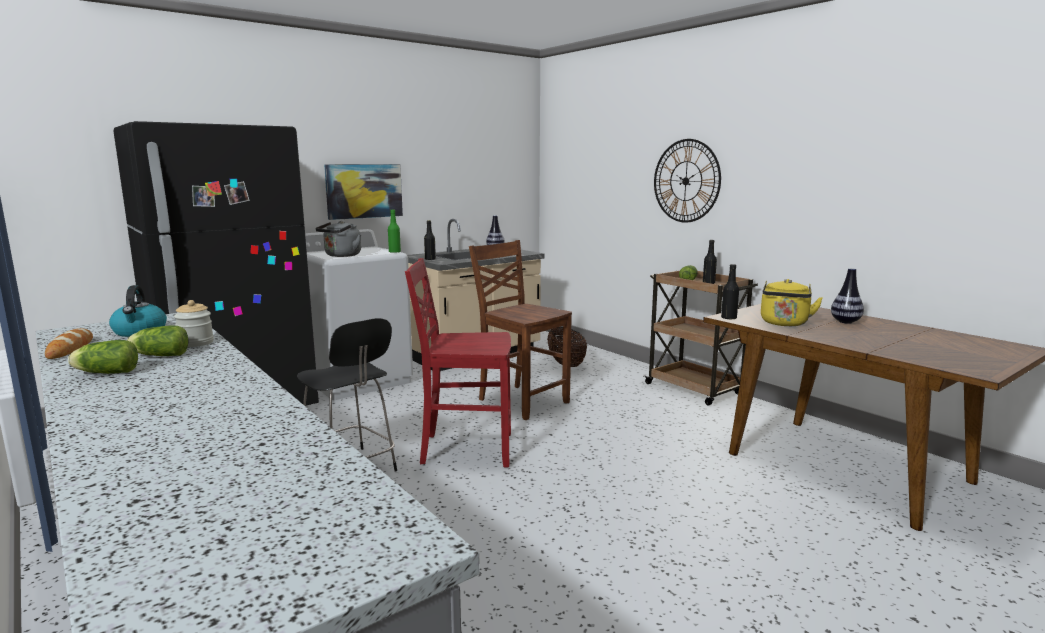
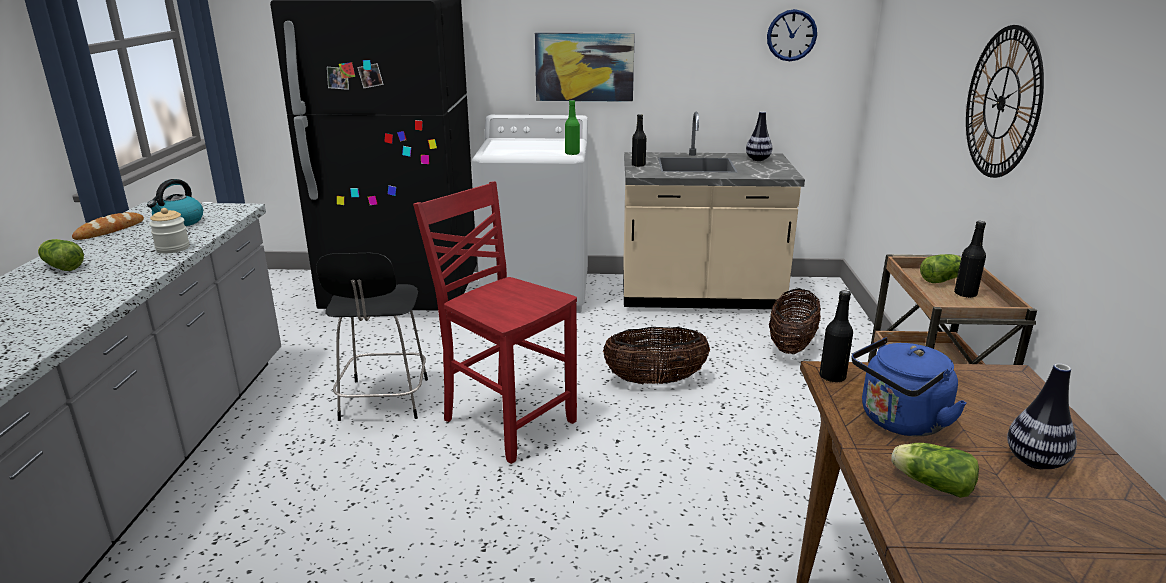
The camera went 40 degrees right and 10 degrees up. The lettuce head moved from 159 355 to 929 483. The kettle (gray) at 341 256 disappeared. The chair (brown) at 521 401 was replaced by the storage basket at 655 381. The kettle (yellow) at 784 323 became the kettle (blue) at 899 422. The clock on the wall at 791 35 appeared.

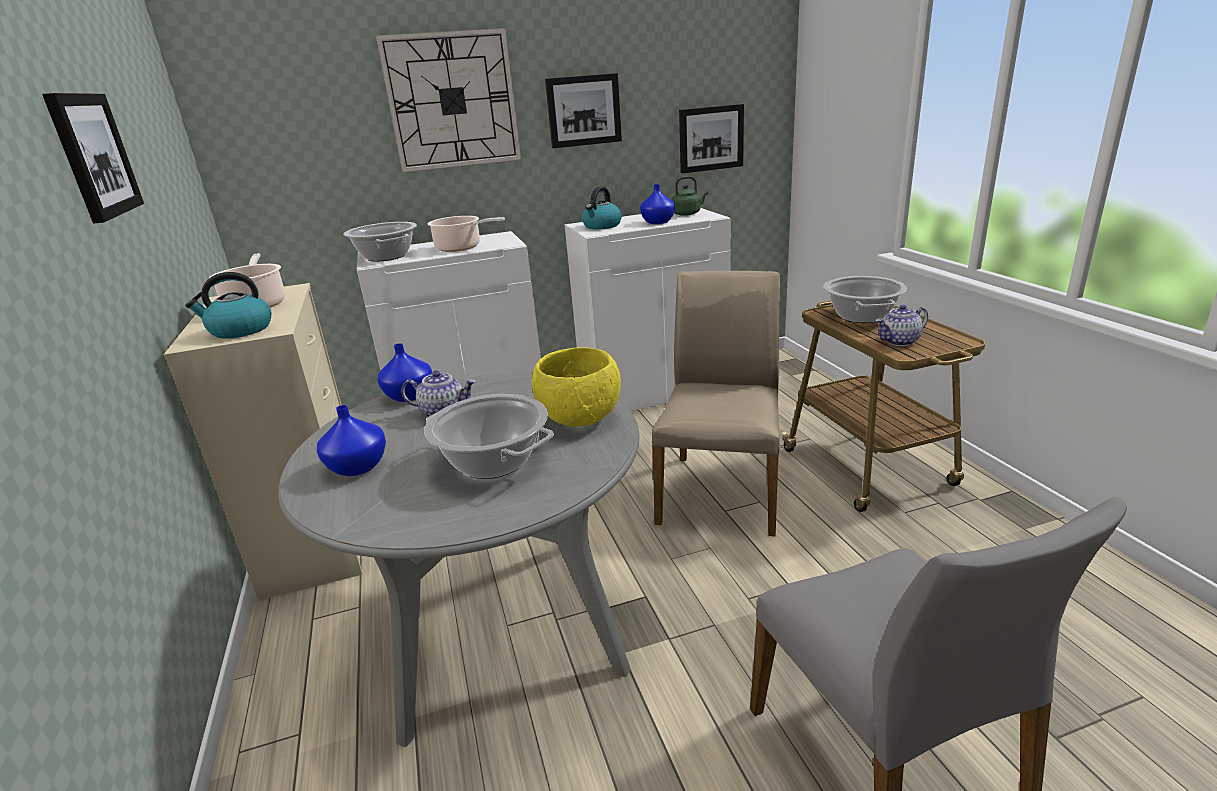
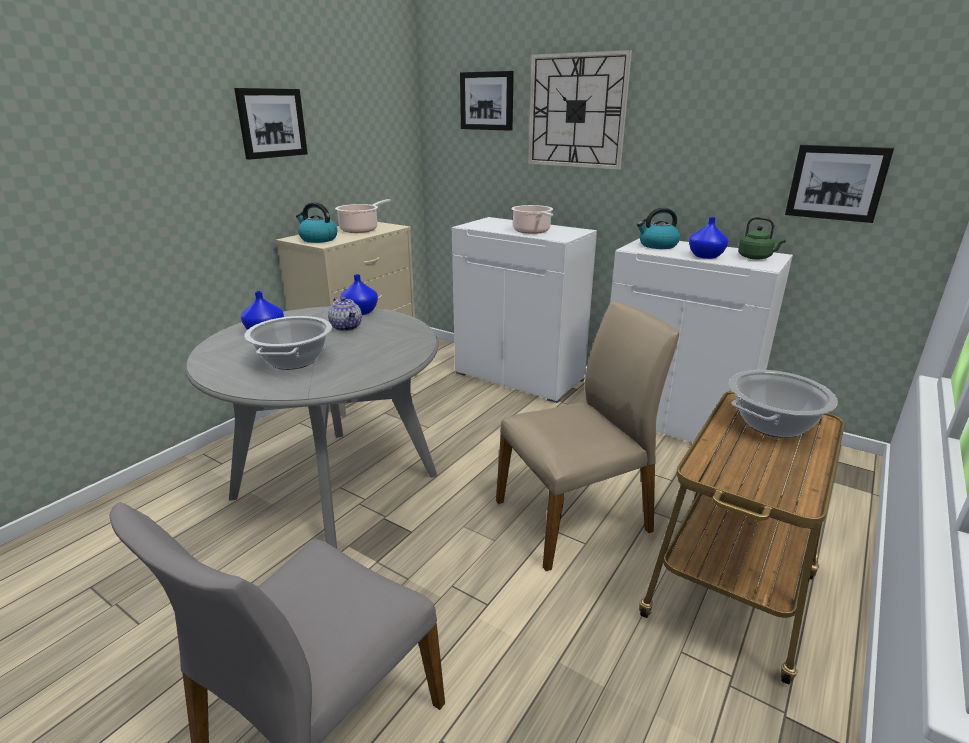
The camera went 50 degrees right and 0 degrees up. The cooking pot at 386 257 disappeared. The bowl (yellow) at 579 419 disappeared. The wall picture moved from 583 110 to 487 101. The teapot at 899 341 disappeared.

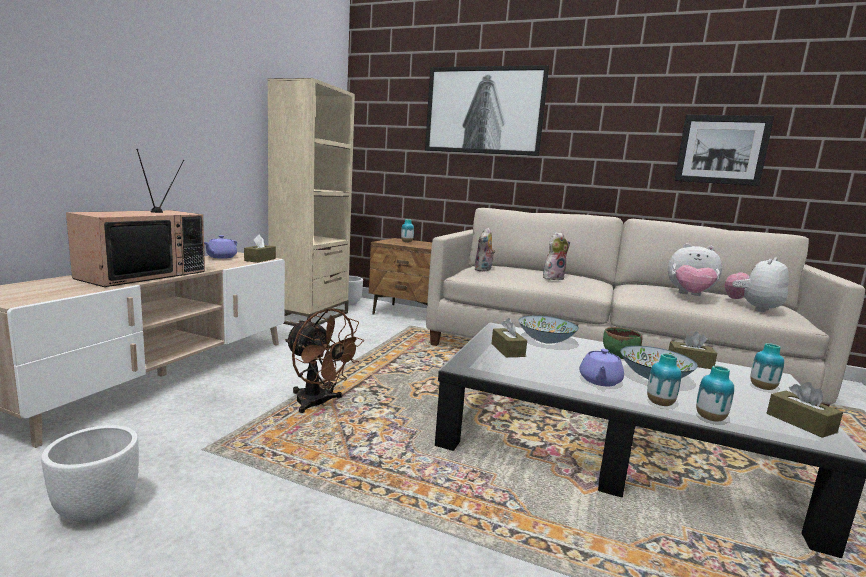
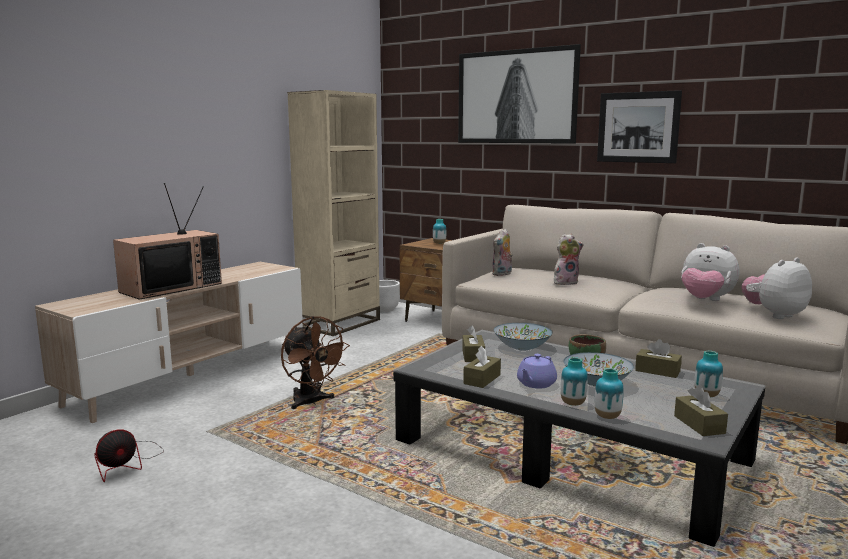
The camera went 15 degrees right and 0 degrees up. The planter (whitish) at 97 509 was replaced by the fan at 127 463. The teapot (purplish) at 221 257 disappeared. The tissue box (brown) moved from 260 259 to 482 379. The wall picture moved from 721 149 to 638 127.

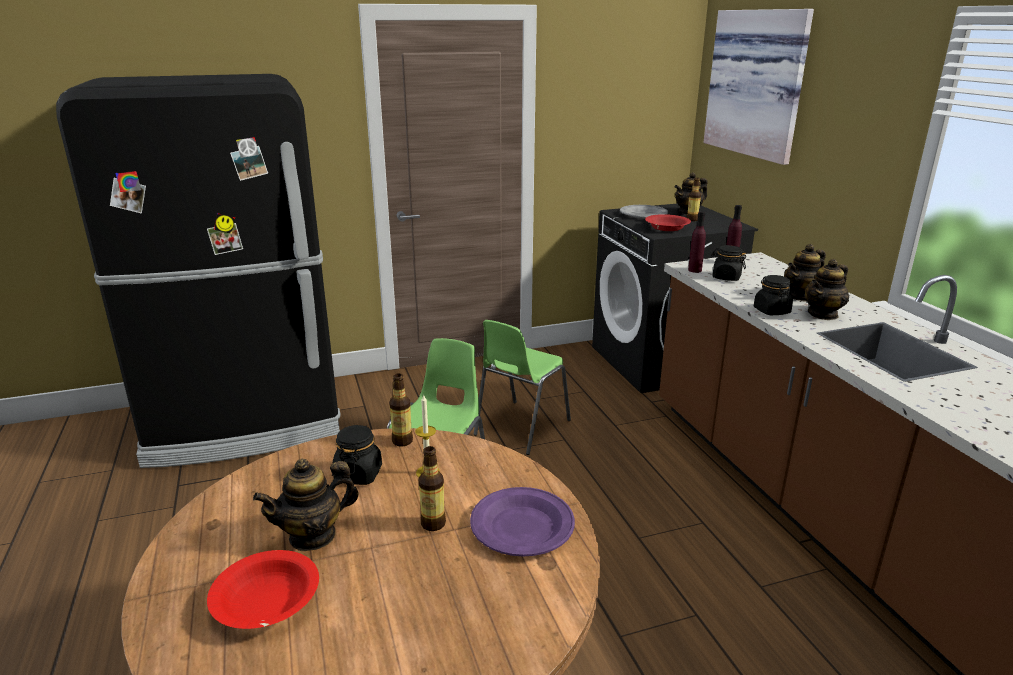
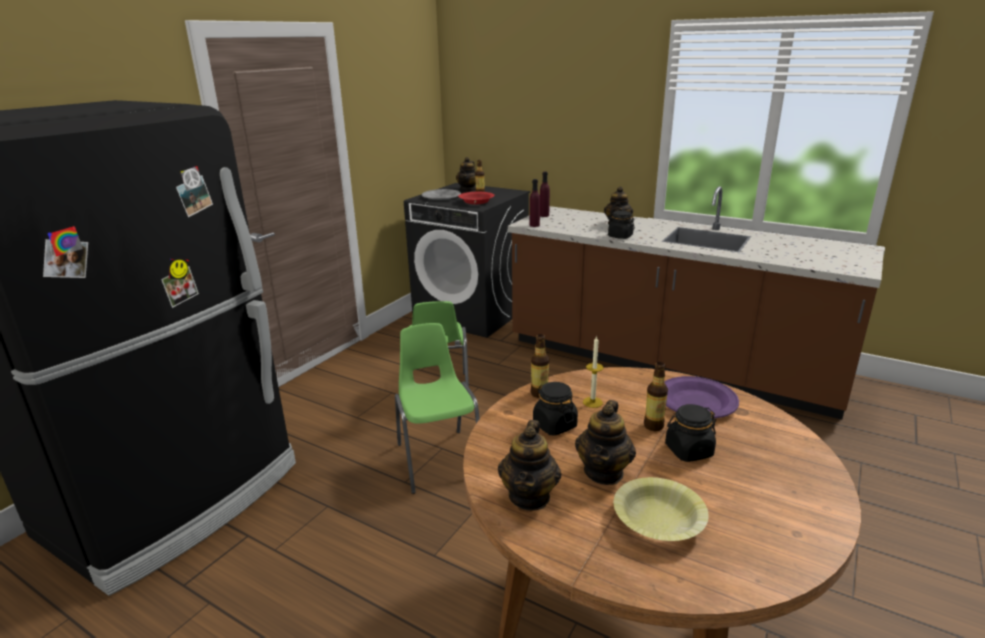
The camera went 40 degrees left and 0 degrees up. The bowl (red-coloured) at 266 602 became the bowl (yellow) at 658 521. The wall picture at 758 83 disappeared. The preserve jar (blackish) moved from 726 277 to 688 451. The teapot moved from 823 314 to 529 496.

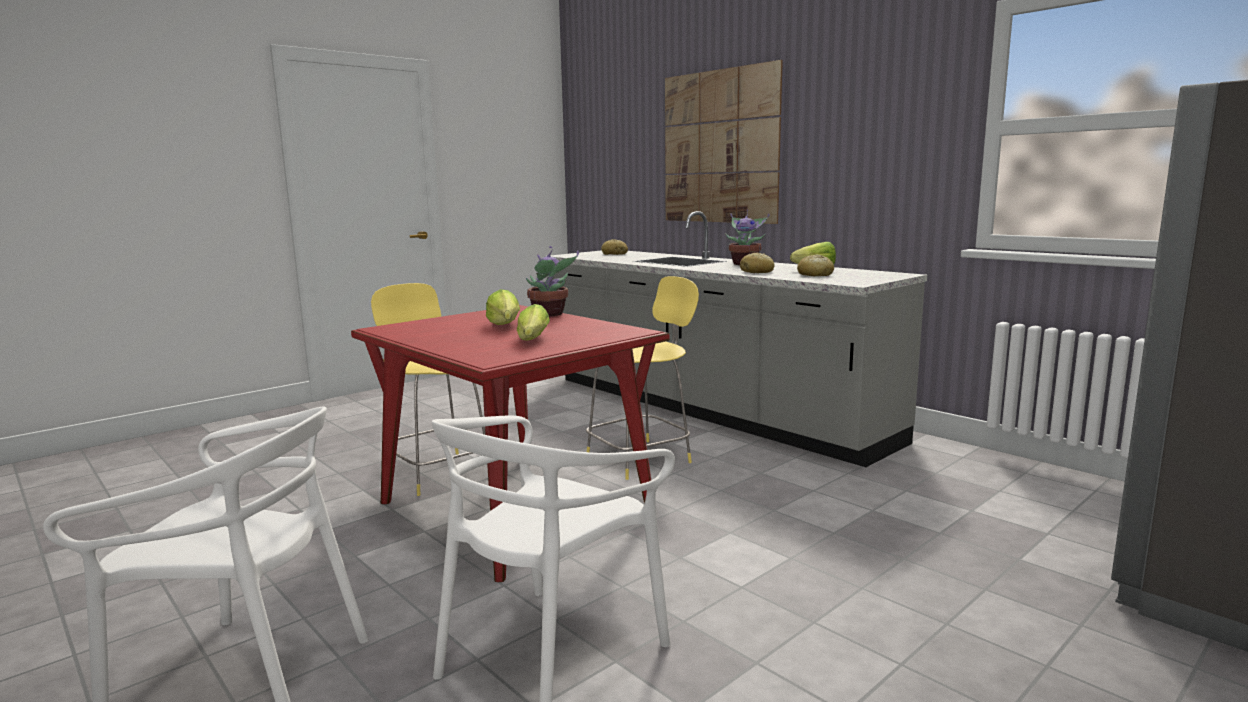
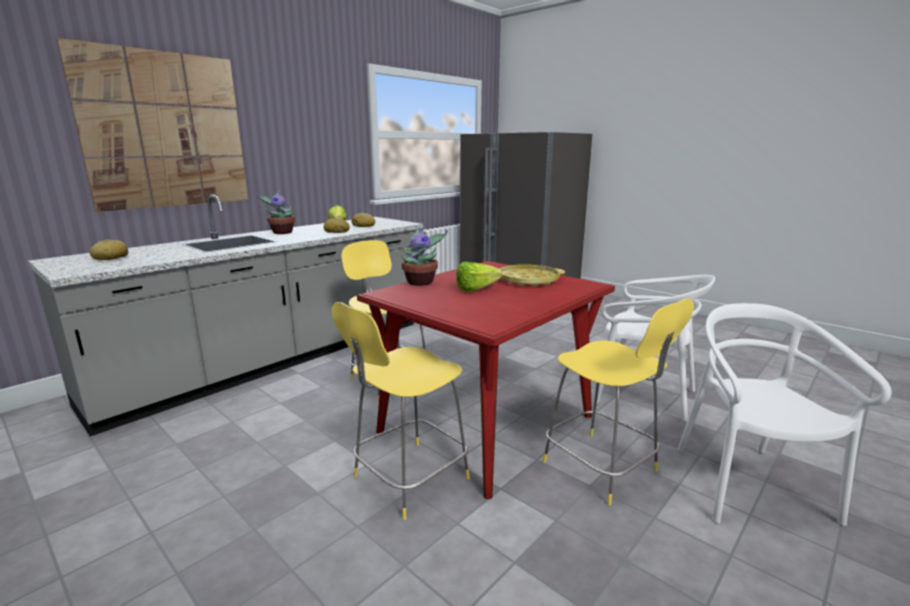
The camera went 95 degrees left and 5 degrees up. The lettuce head at 532 341 was replaced by the serving tray (yellow) at 528 280. The sitting stool (yellow) at 602 468 appeared.

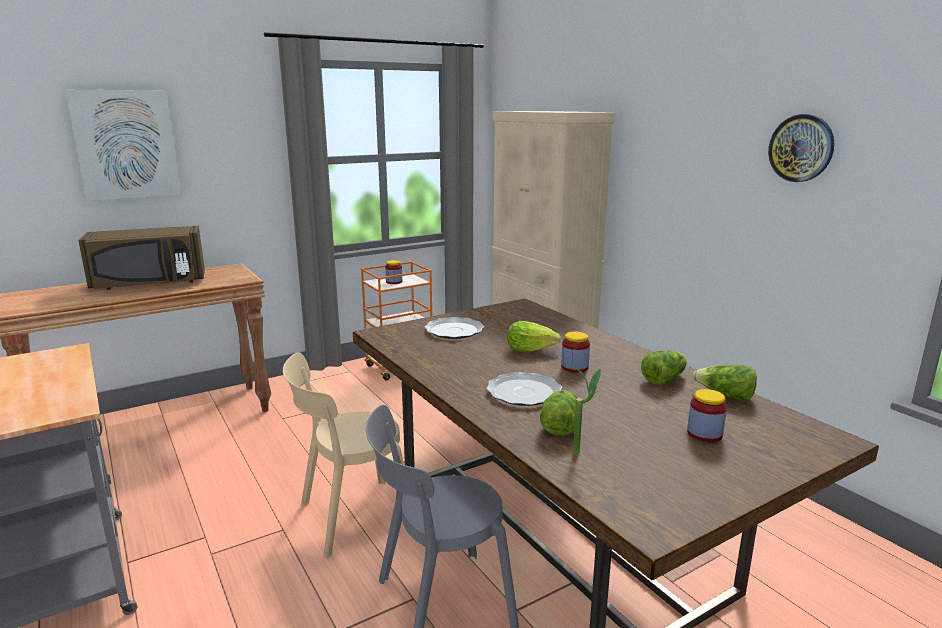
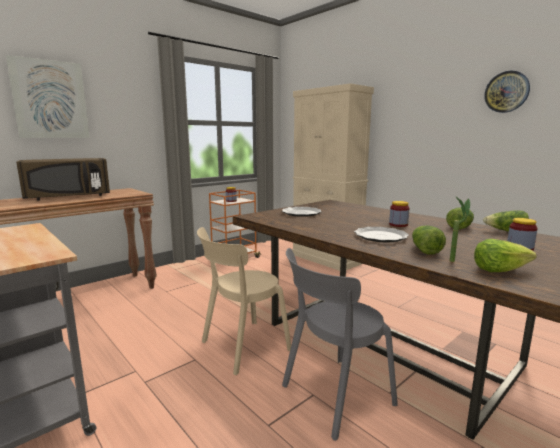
The camera went 10 degrees left and 5 degrees down. The lettuce head moved from 530 349 to 499 270.

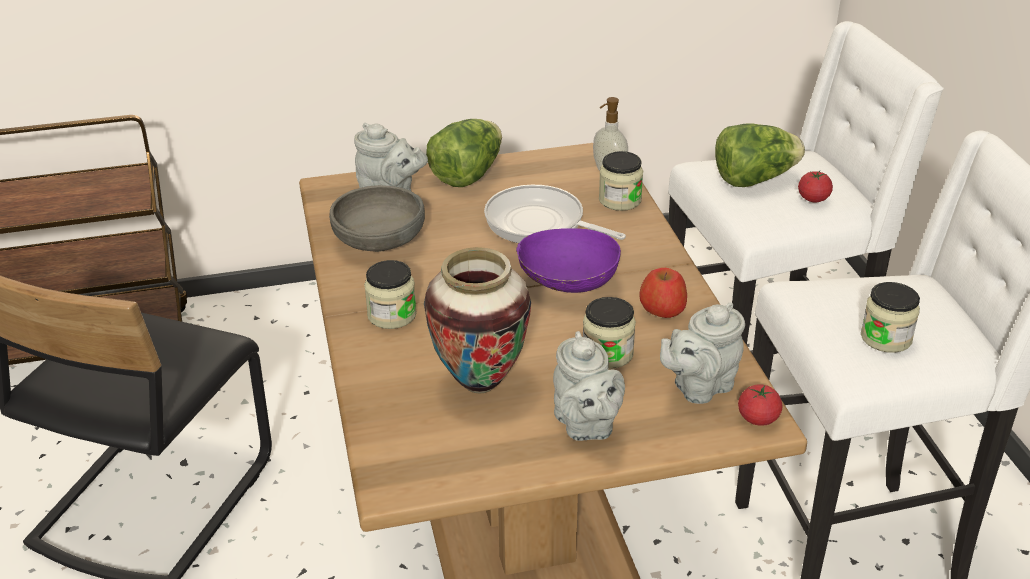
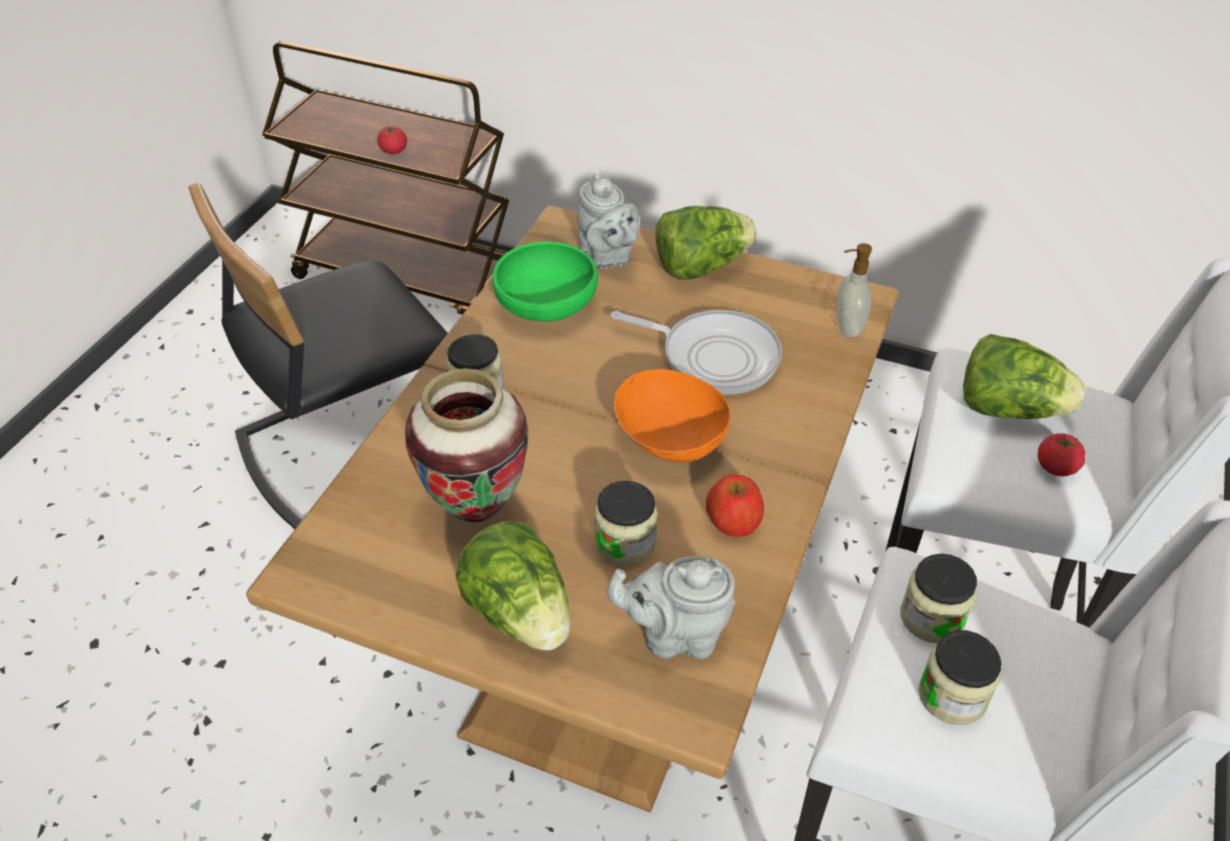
The camera went 35 degrees right and 10 degrees up. The bowl (gray) at 379 241 became the bowl (green) at 546 305. The pan at 540 224 turned 135 degrees clockwise. The bowl (purplish) at 567 284 became the bowl (orangey) at 668 441. The teapot (gray) at 586 426 was replaced by the lettuce head at 521 613. The preserve jar moved from 620 200 to 932 617. The whole tomato moved from 758 418 to 394 151.

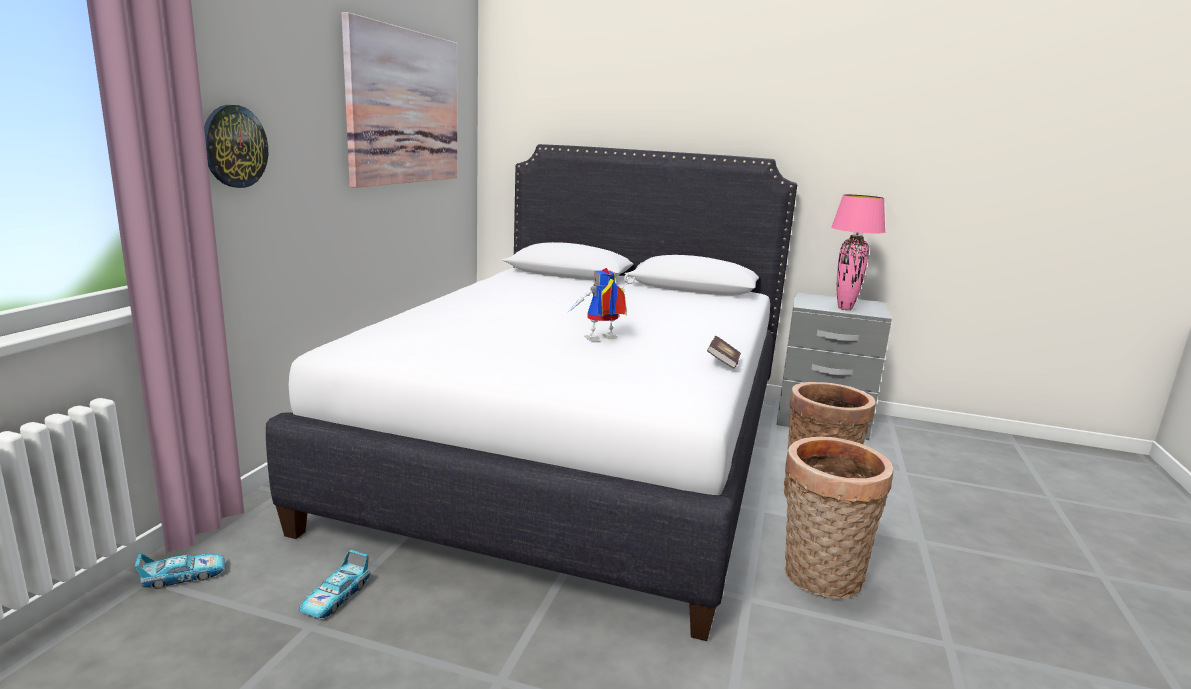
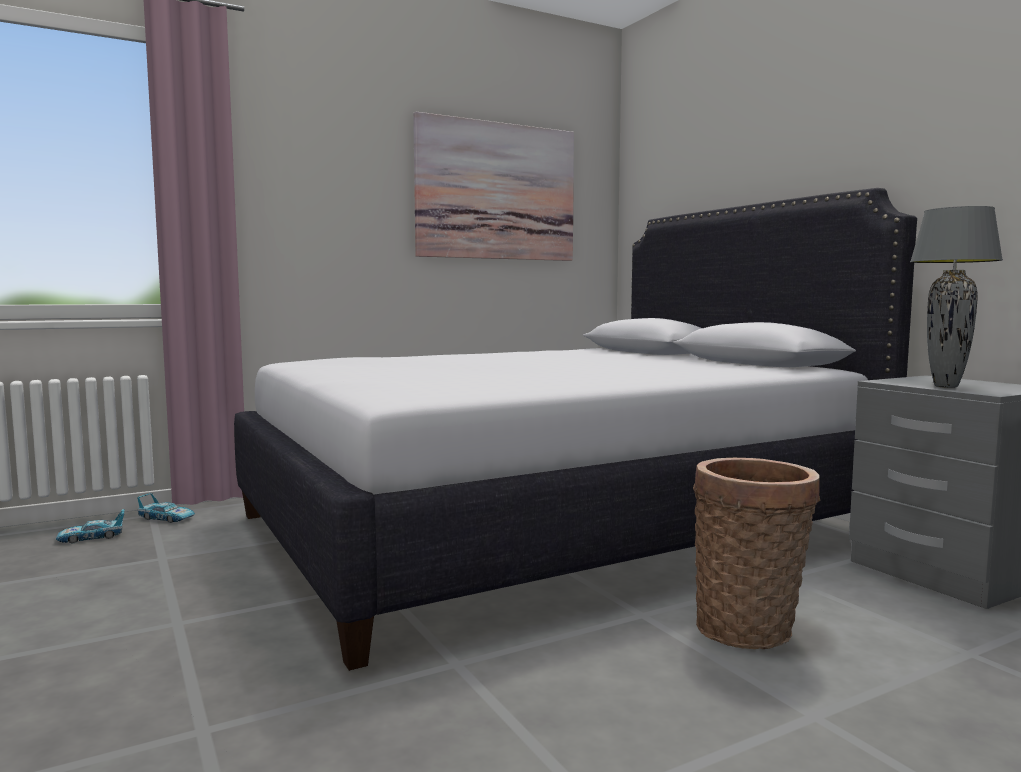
The camera went 45 degrees right and 10 degrees down. The clock on the wall at 234 146 disappeared. The model car moved from 335 597 to 92 537. The robot figure at 600 340 disappeared. The volume at 723 362 disappeared. The storage basket at 819 578 disappeared. The lamp for a table (pink) at 845 308 became the lamp for a table (gray) at 946 386.

